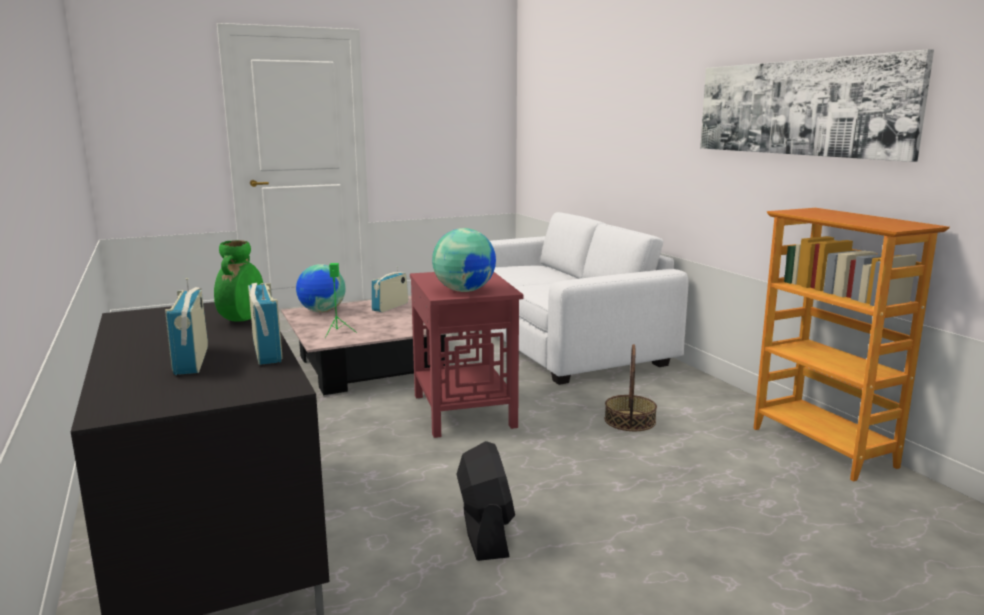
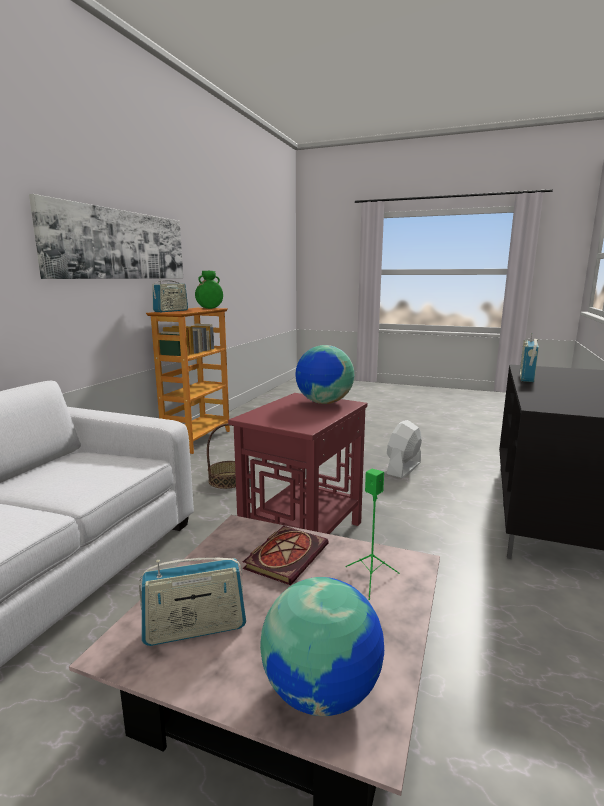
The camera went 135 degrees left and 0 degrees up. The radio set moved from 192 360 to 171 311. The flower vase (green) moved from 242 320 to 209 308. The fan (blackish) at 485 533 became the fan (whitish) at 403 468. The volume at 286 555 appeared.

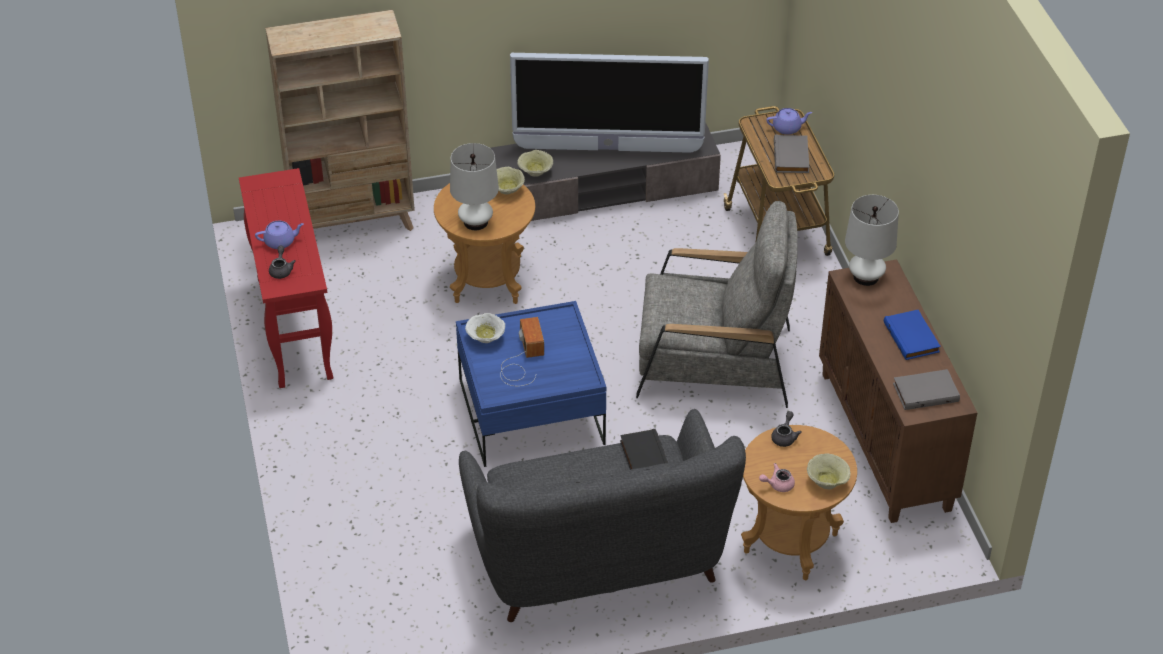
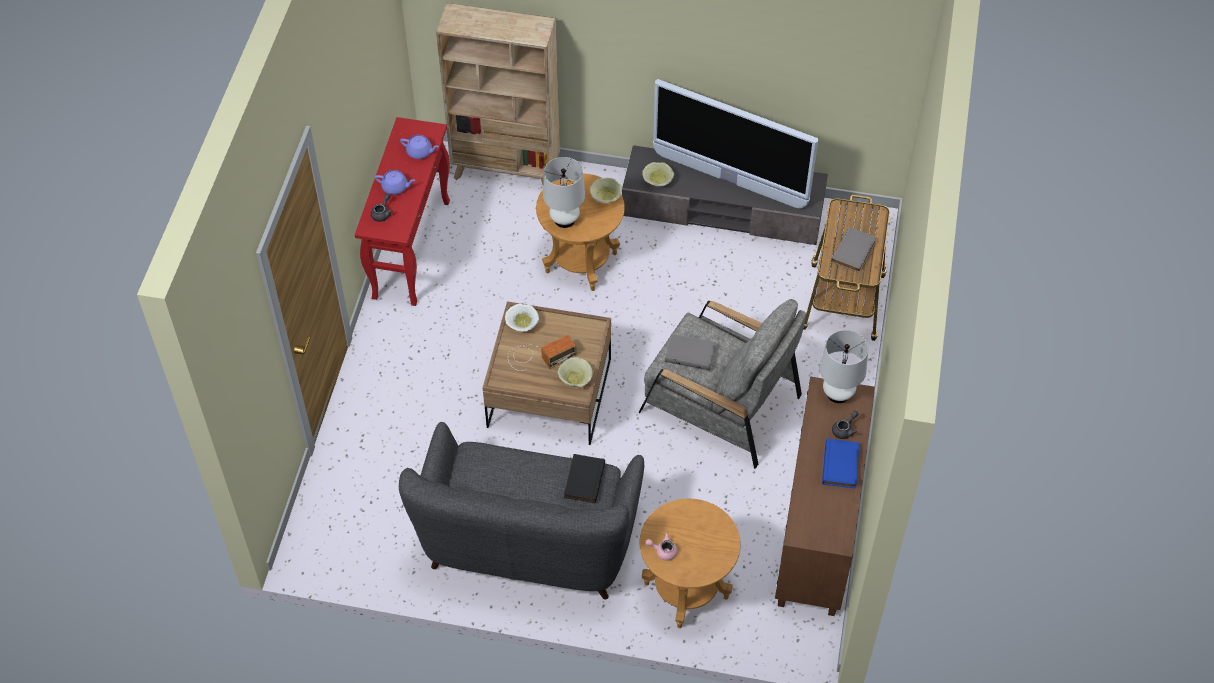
The camera went 25 degrees right and 10 degrees up. The low table (blue) at 531 412 became the low table (brown) at 549 393. The radio set at 522 360 turned 45 degrees clockwise. The teapot (purplish) moved from 787 128 to 420 152. The teapot (gray) moved from 785 436 to 844 429. The bowl (beige-coloured) moved from 827 481 to 576 380. The volume (gray) moved from 925 391 to 690 353.

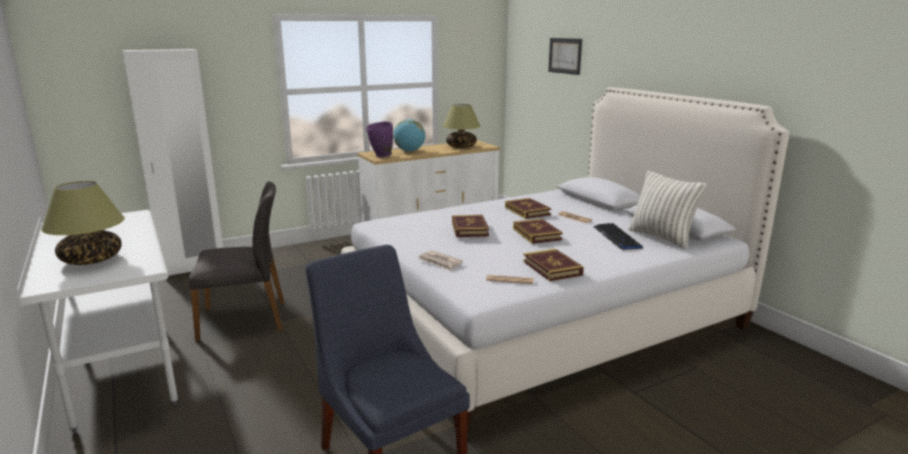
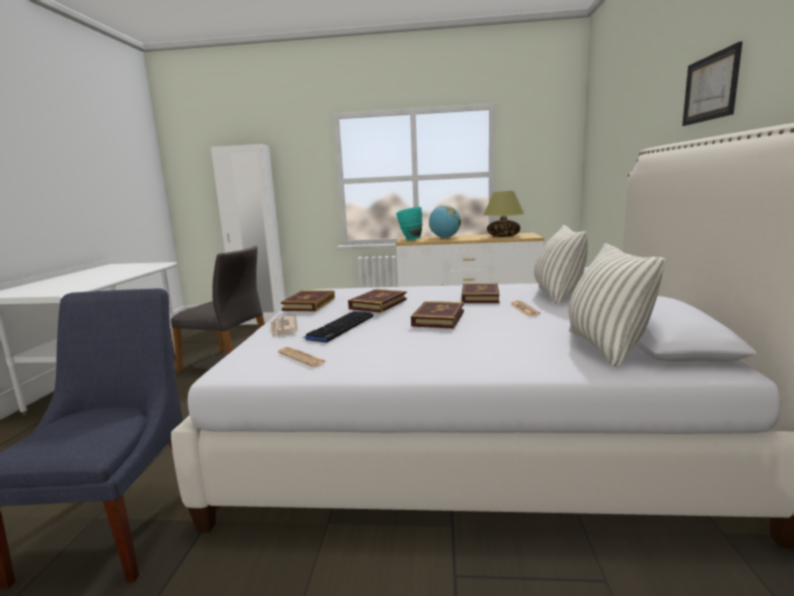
The camera went 35 degrees right and 5 degrees down. The lamp for a table at 91 260 disappeared. The flower vase (purplish) at 380 156 became the flower vase (turquoise-coloured) at 409 240. The volume moved from 552 268 to 309 304. The wall picture moved from 565 56 to 710 88. The PC keyboard moved from 617 237 to 340 327. The throw pillow at 557 295 appeared.

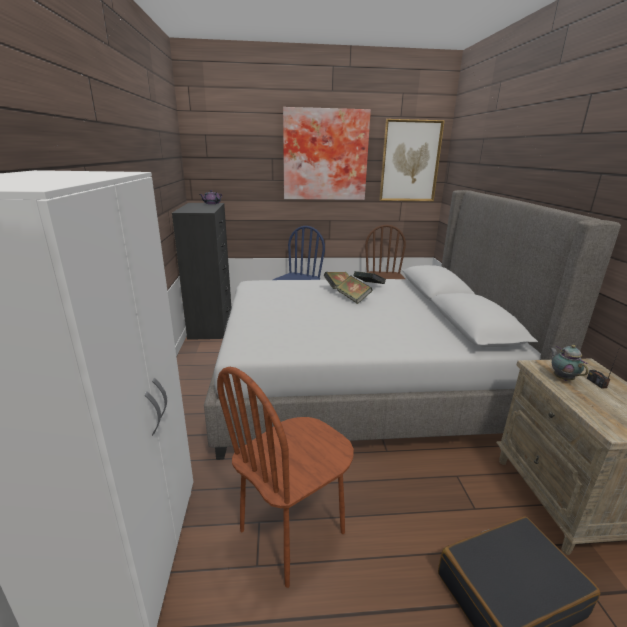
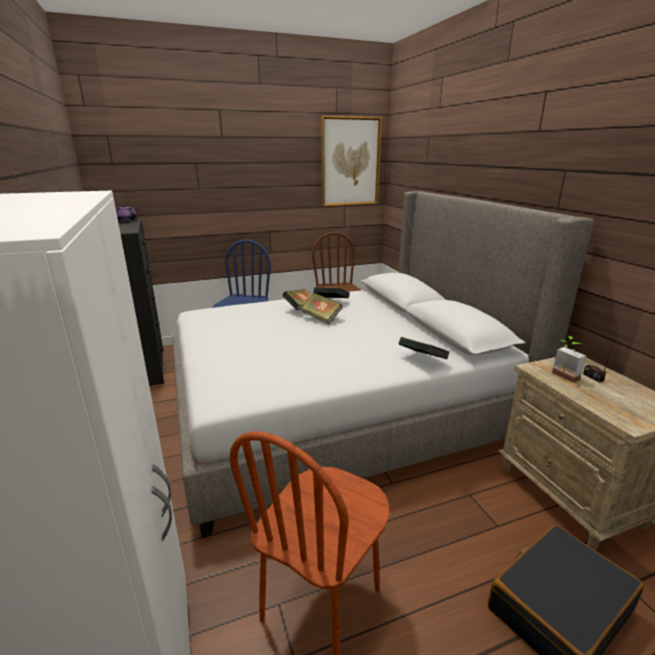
The camera went 15 degrees left and 0 degrees up. The wall picture at 325 155 disappeared. The teapot at 562 378 was replaced by the houseplant at 562 377. The volume at 422 360 appeared.

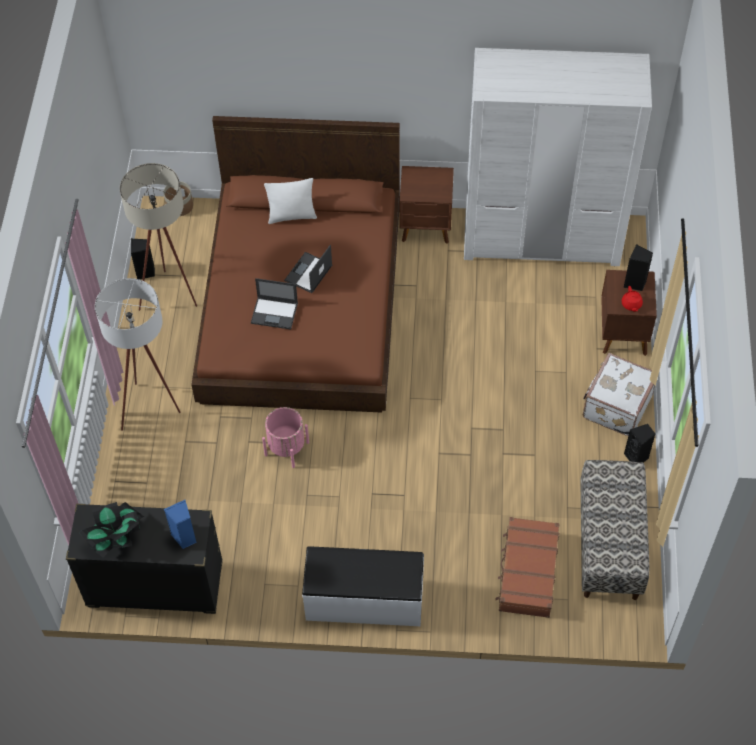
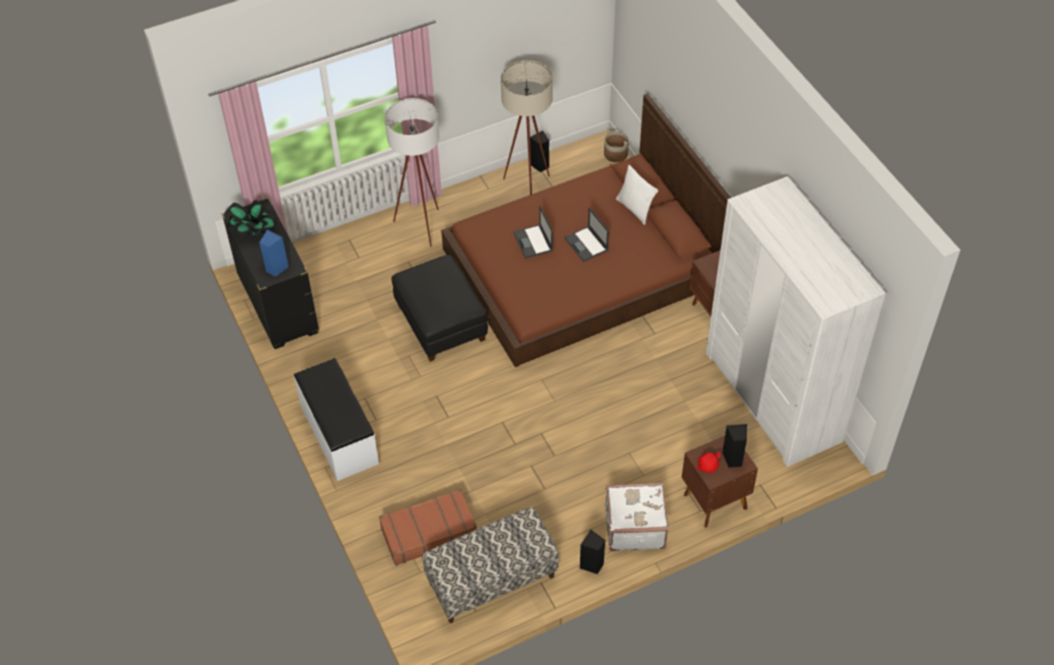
The camera went 60 degrees right and 5 degrees down. The planter (pink) at 287 448 was replaced by the footrest (blackish) at 441 324. The laptop at 308 273 turned 120 degrees counterclockwise.

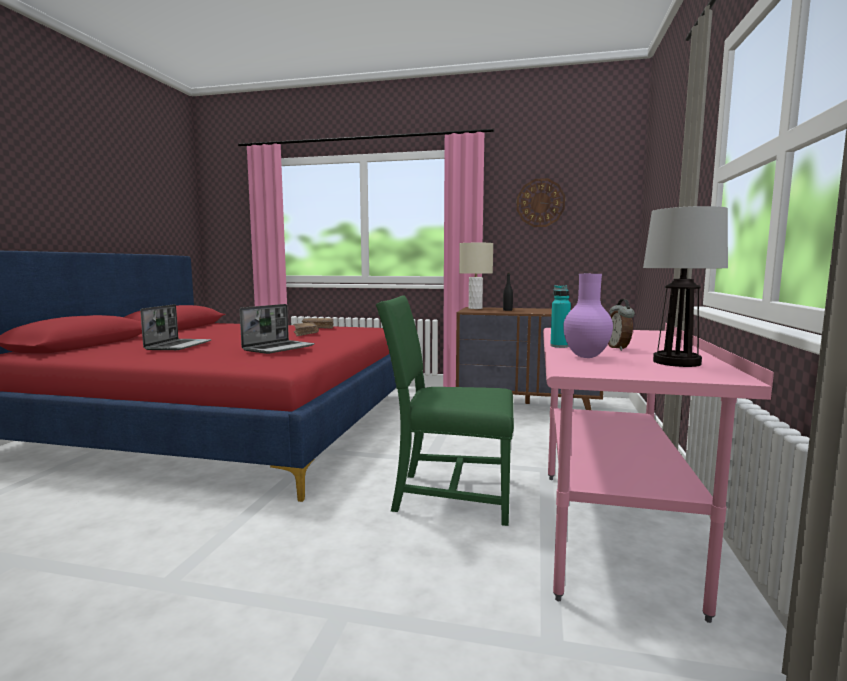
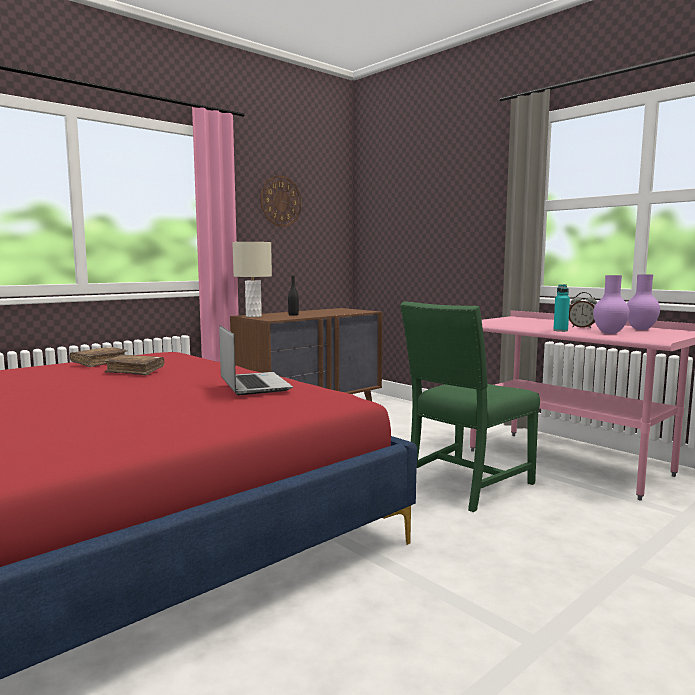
The camera went 55 degrees left and 0 degrees up. The laptop at 178 345 disappeared. The lamp for a table at 676 362 was replaced by the flower vase (purplish) at 641 329.

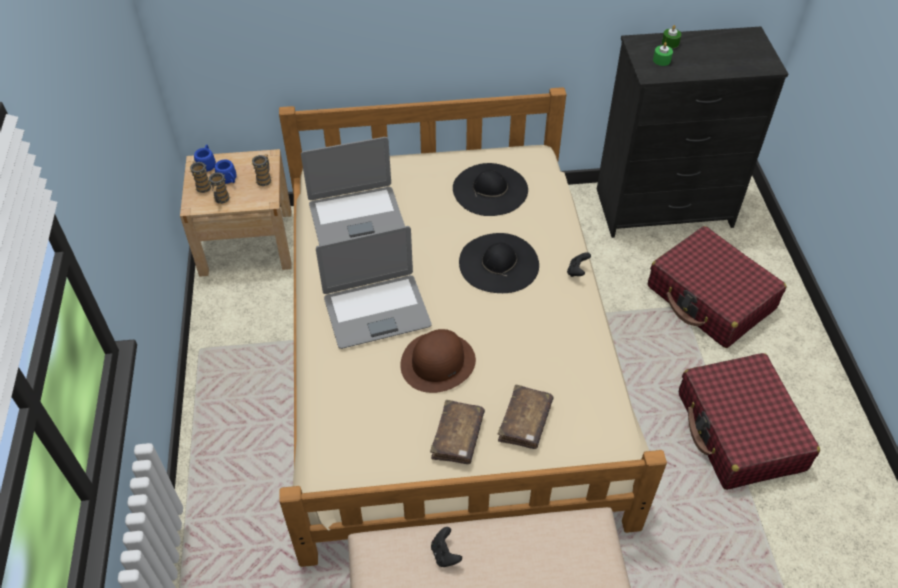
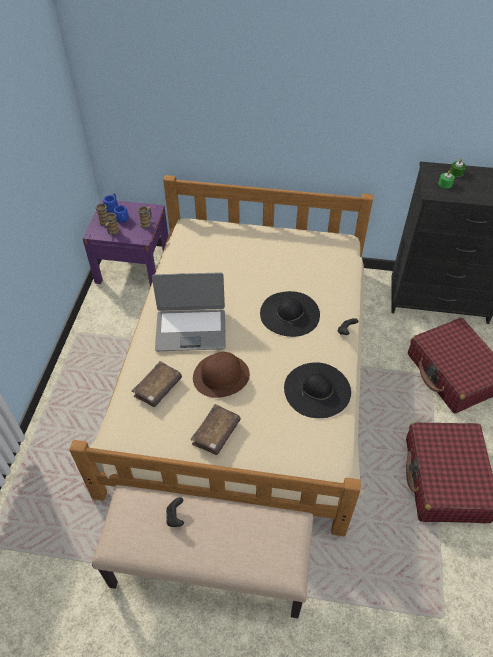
The camera went 15 degrees right and 0 degrees up. The nightstand (beige-coloured) at 246 242 became the nightstand (purplish) at 133 266. The laptop at 356 216 disappeared. The wearable hat (blackish) moved from 490 189 to 317 390. The volume (brown) moved from 525 422 to 158 388.

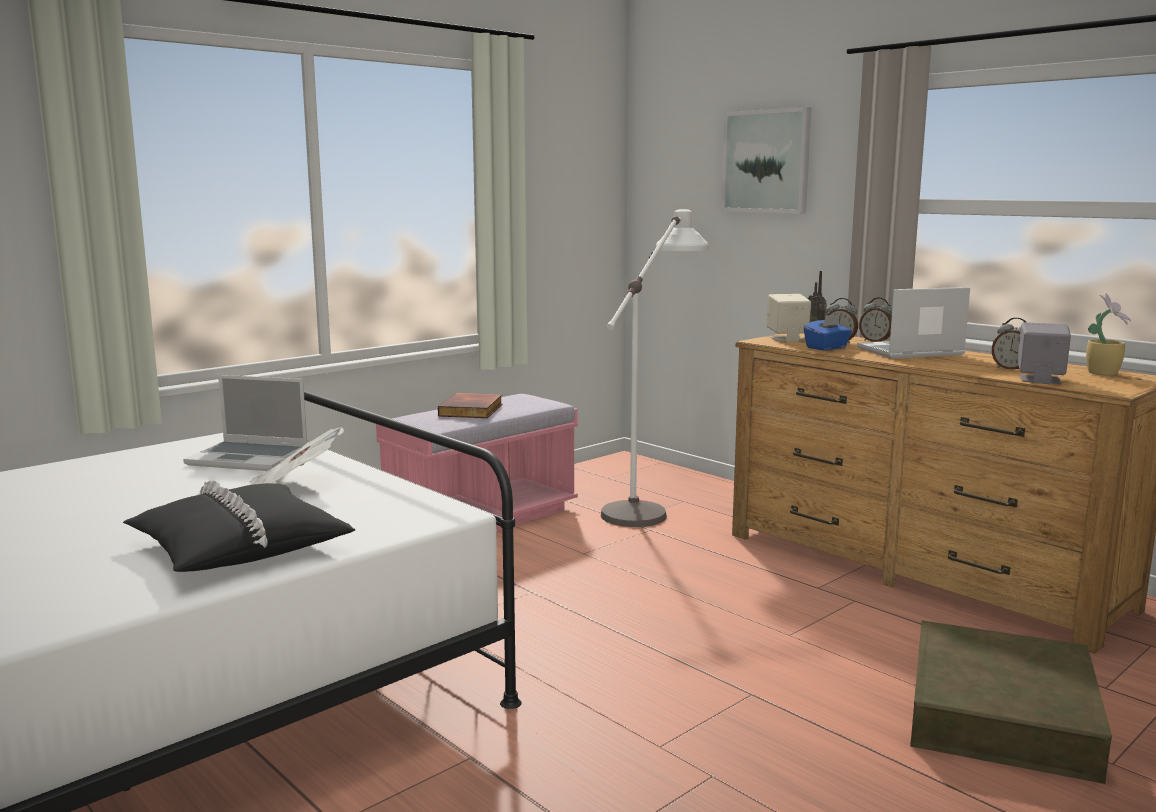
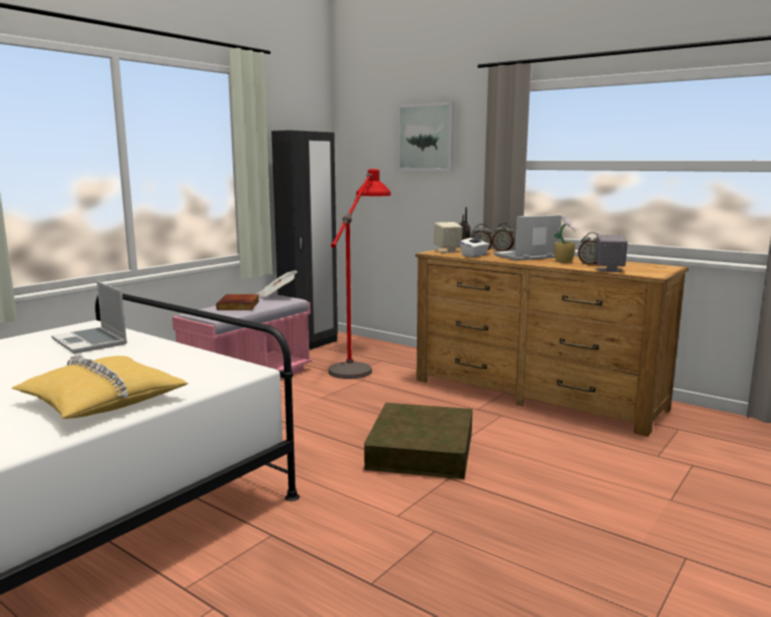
The camera went 10 degrees left and 0 degrees up. The throw pillow (blackish) at 238 547 became the throw pillow (yellow) at 101 401. The laptop at 250 458 turned 45 degrees clockwise. The printed paper moved from 296 483 to 275 296. The floor lamp (whitish) at 652 502 became the floor lamp (red-coloured) at 360 362. The tissue box (blue) at 827 348 became the tissue box (whitish) at 474 255. The storage container (brown) moved from 1001 714 to 421 450. The houseplant moved from 1103 373 to 564 261. The wardrobe (blackish) at 309 345 appeared.

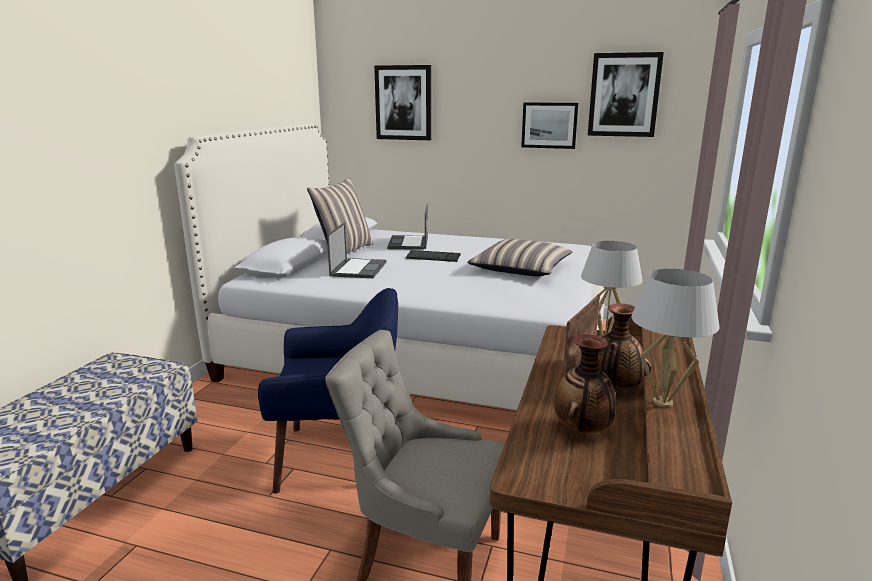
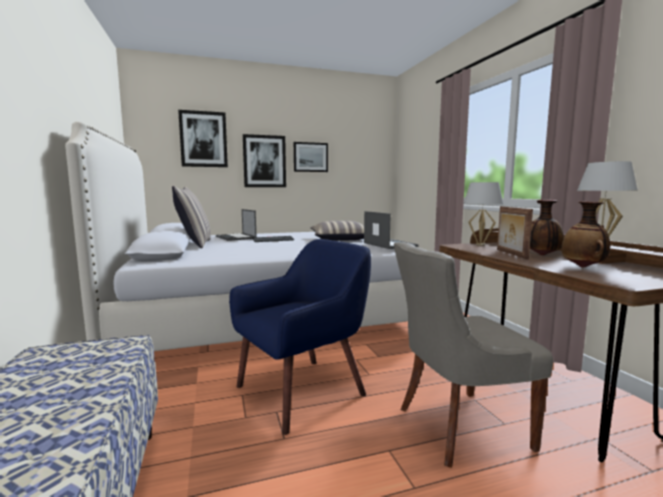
The camera went 35 degrees left and 10 degrees down. The laptop moved from 358 269 to 389 244. The wall picture moved from 624 95 to 264 161.

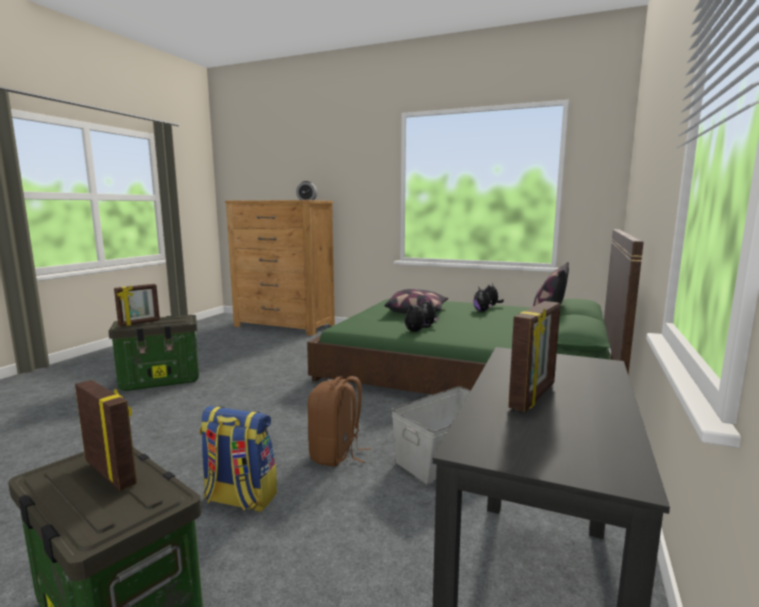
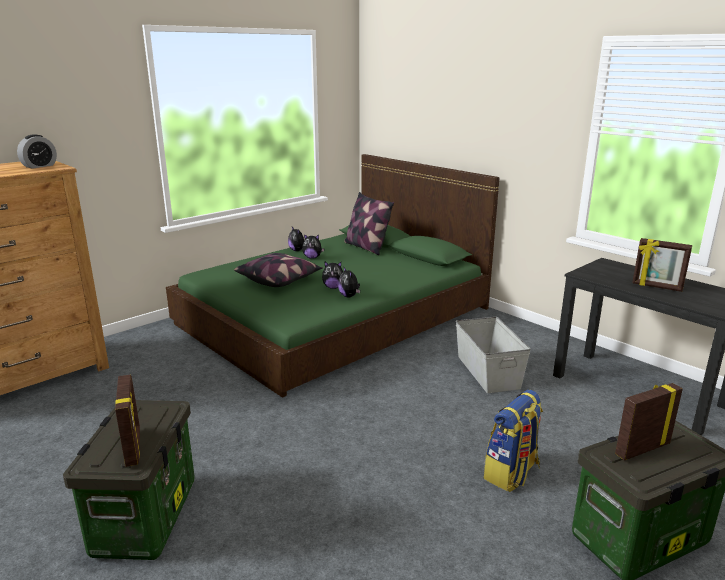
The camera went 65 degrees left and 10 degrees up. The backpack (brown) at 336 454 disappeared. The picture frame at 533 396 turned 150 degrees clockwise.

